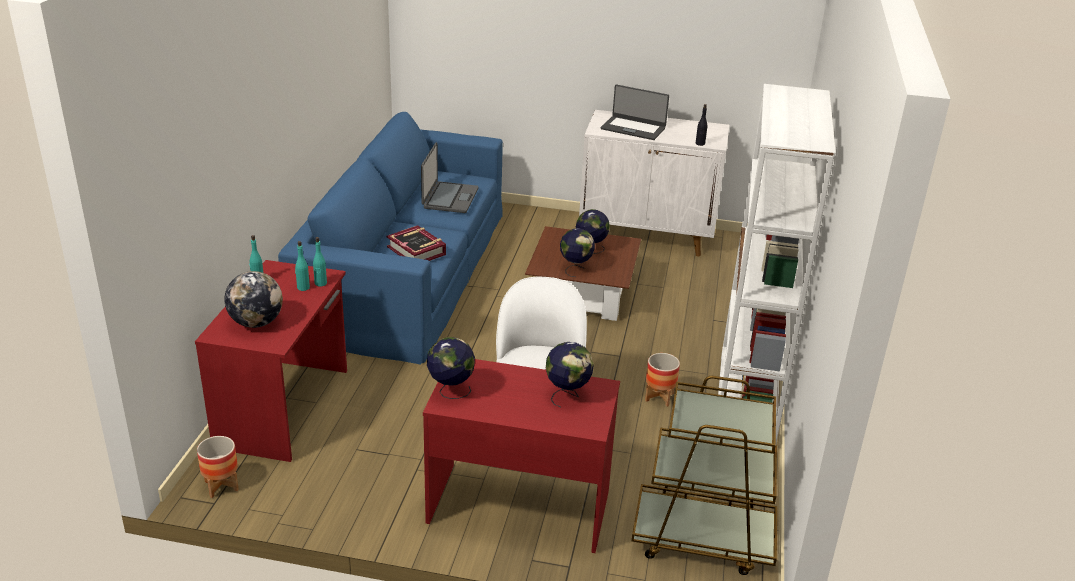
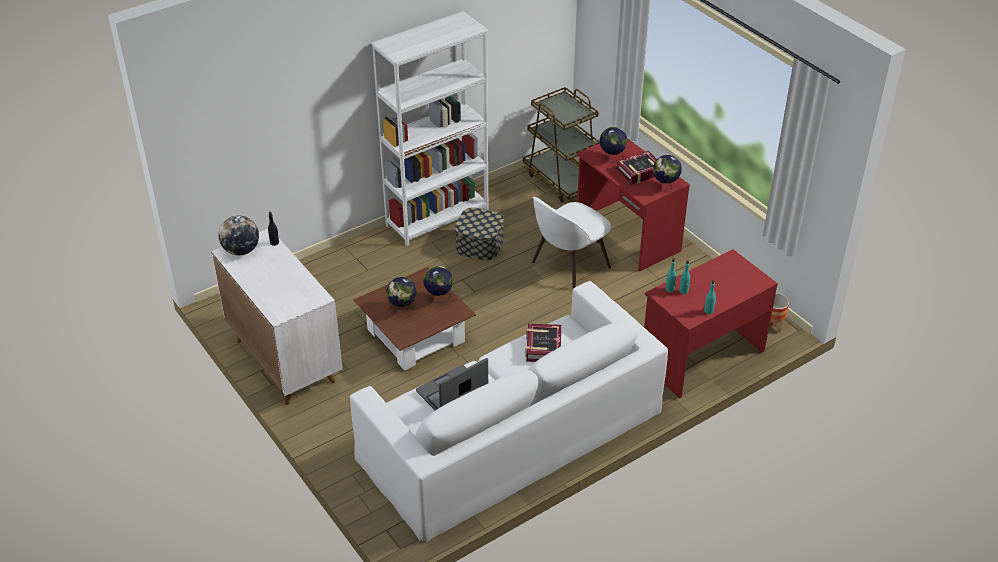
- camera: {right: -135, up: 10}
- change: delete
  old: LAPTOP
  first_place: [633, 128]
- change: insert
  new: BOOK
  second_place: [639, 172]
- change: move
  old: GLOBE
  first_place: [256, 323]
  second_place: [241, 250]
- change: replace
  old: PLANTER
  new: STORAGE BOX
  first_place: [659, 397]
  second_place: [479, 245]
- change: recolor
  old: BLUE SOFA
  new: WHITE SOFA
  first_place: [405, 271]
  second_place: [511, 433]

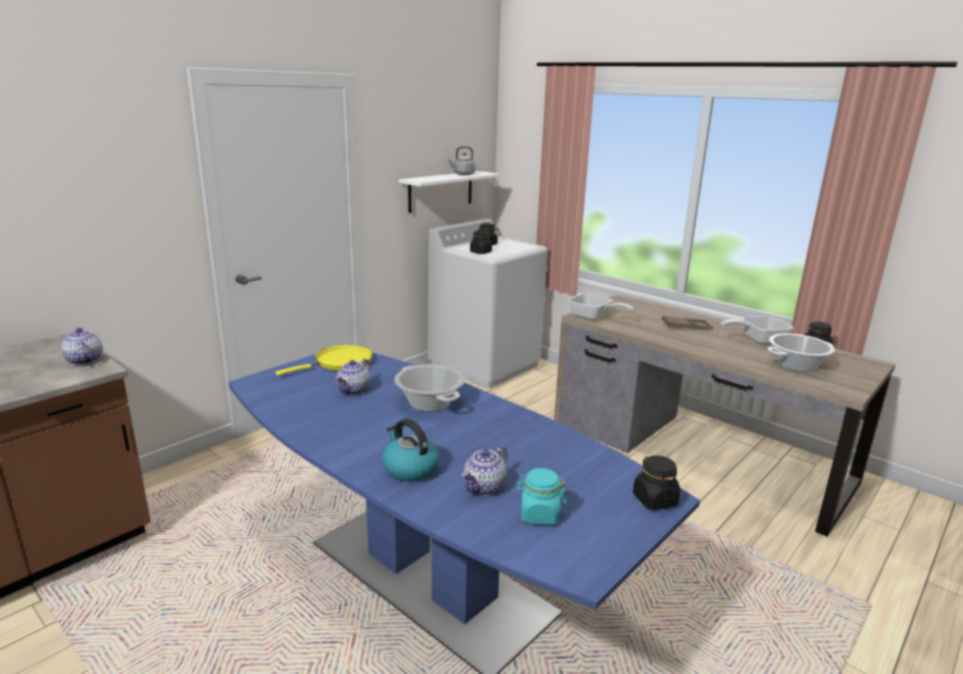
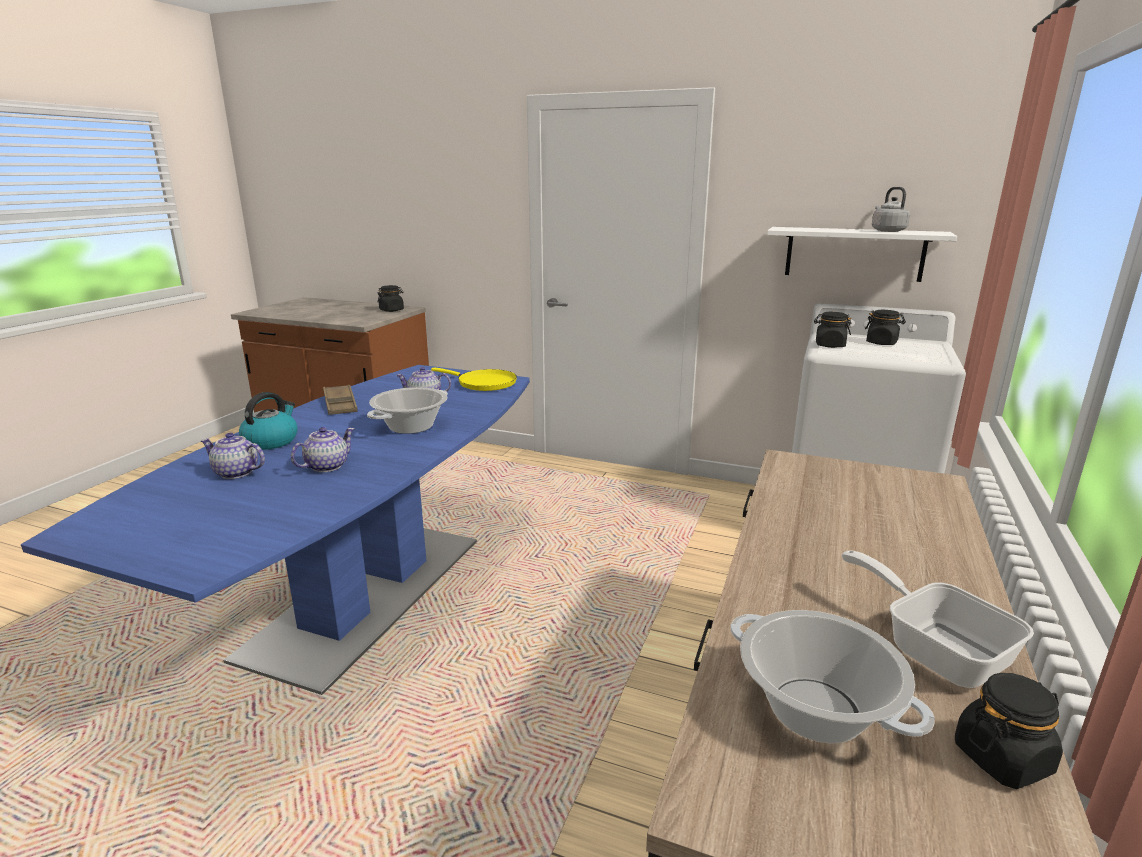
- camera: {right: 70, up: 0}
- change: delete
  old: TURQUOISE JAR
  first_place: [539, 515]
- change: delete
  old: FRYING PAN
  first_place: [594, 317]
- change: move
  old: TEAPOT
  first_place: [84, 360]
  second_place: [327, 466]
- change: move
  old: BLACK JAR
  first_place: [654, 500]
  second_place: [391, 310]
- change: move
  old: BROWN TRAY
  first_place: [686, 327]
  second_place: [340, 404]

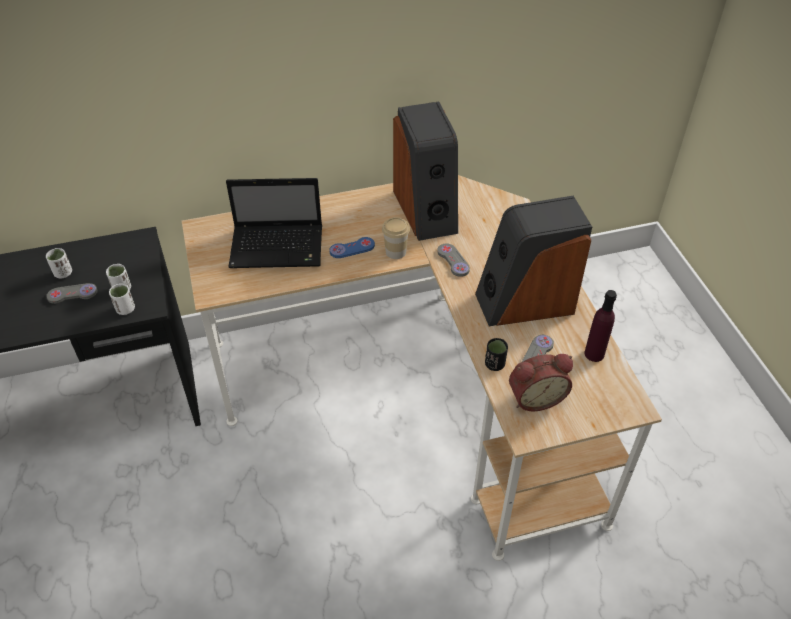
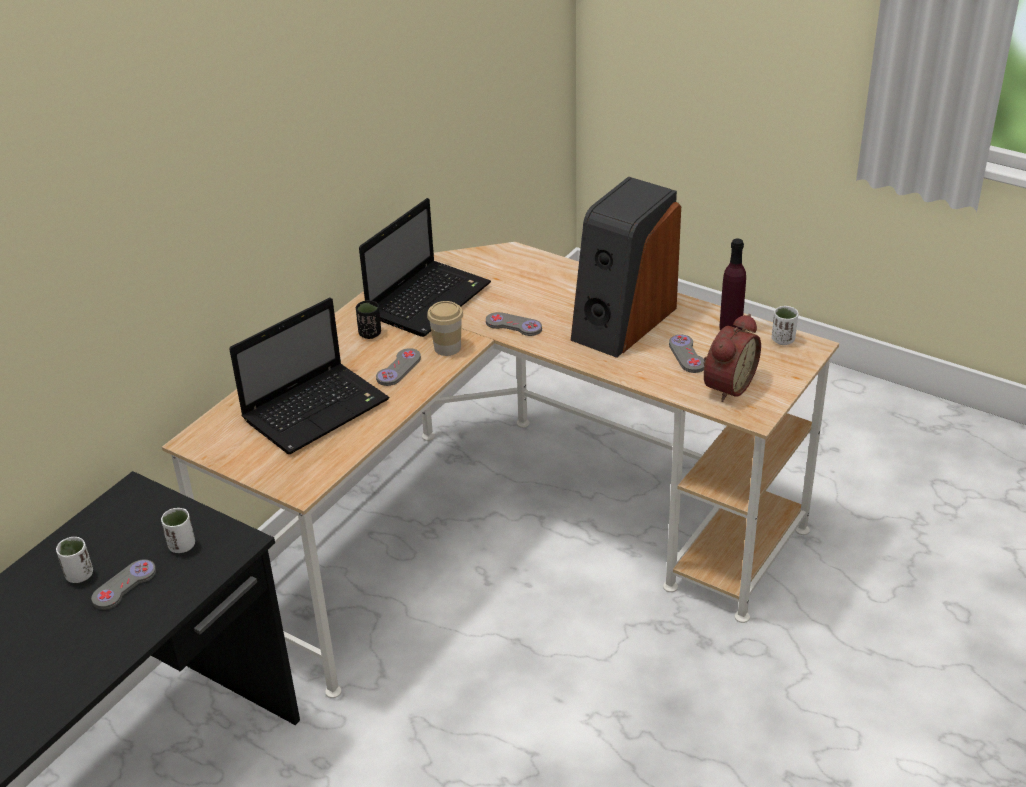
- camera: {right: -40, up: -10}
- change: move
  old: WHITE CUP
  first_place: [125, 309]
  second_place: [783, 340]
- change: move
  old: BLACK CUP
  first_place: [494, 364]
  second_place: [370, 334]
- change: replace
  old: SPEAKER
  new: LAPTOP
  first_place: [426, 210]
  second_place: [429, 299]
- change: recolor
  old: BLUE GAME CONTROLLER
  new: GREY GAME CONTROLLER
  first_place: [352, 249]
  second_place: [399, 368]

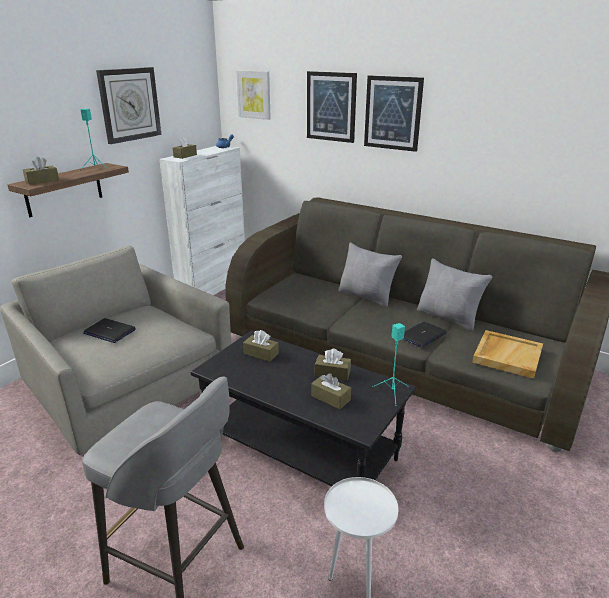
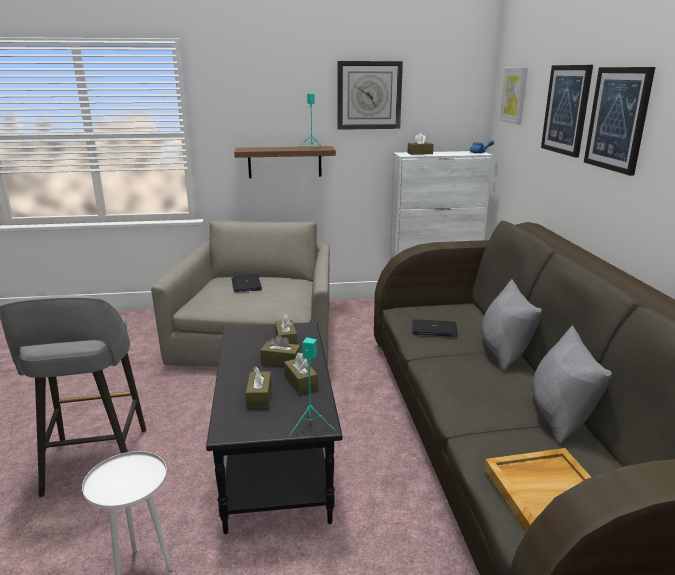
- camera: {right: 50, up: -5}
- change: move
  old: BROWN TISSUE BOX
  first_place: [42, 181]
  second_place: [281, 361]
- change: move
  old: LAPTOP
  first_place: [422, 335]
  second_place: [434, 329]

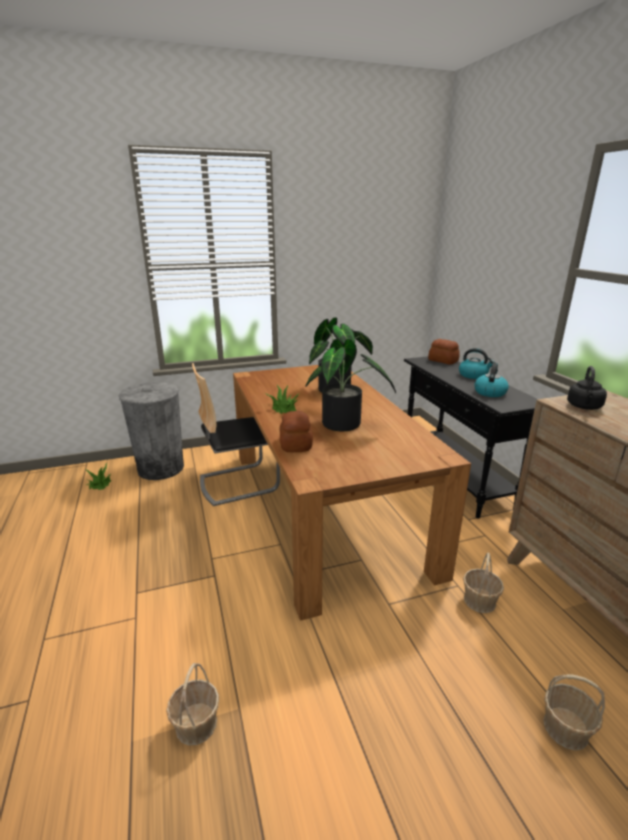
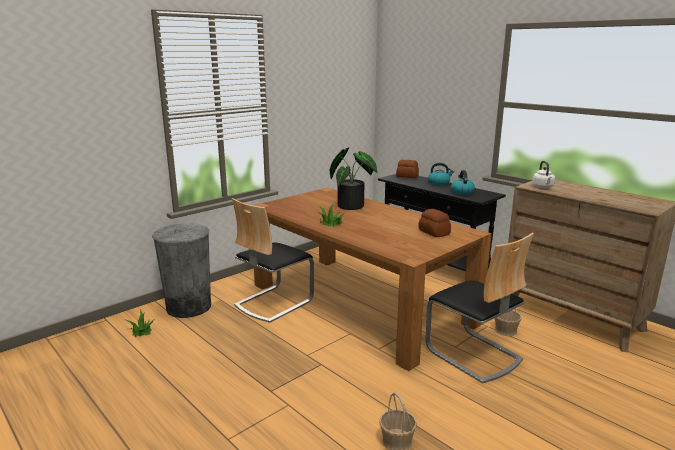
- camera: {right: -25, up: -5}
- change: delete
  old: POTTED PLANT
  first_place: [345, 425]
- change: delete
  old: BASKET
  first_place: [566, 729]
- change: insert
  new: CHAIR
  second_place: [473, 354]
- change: move
  old: BREAD
  first_place: [296, 443]
  second_place: [434, 232]
- change: recolor
  old: BLACK KETTLE
  new: WHITE KETTLE
  first_place: [584, 407]
  second_place: [543, 187]

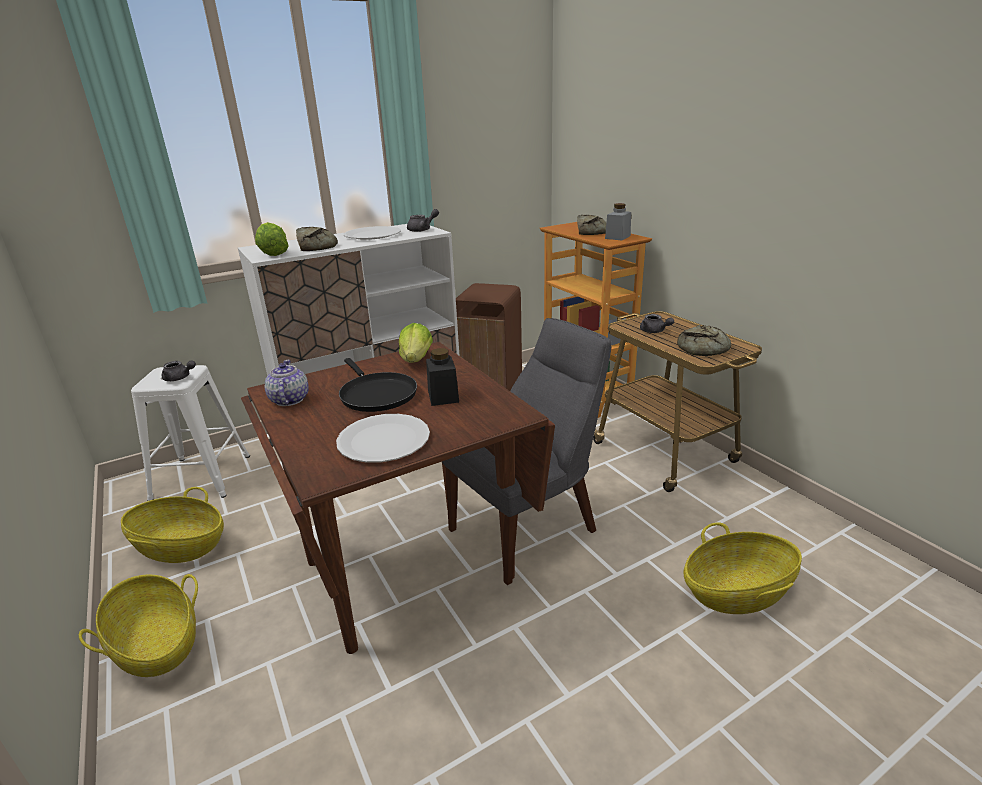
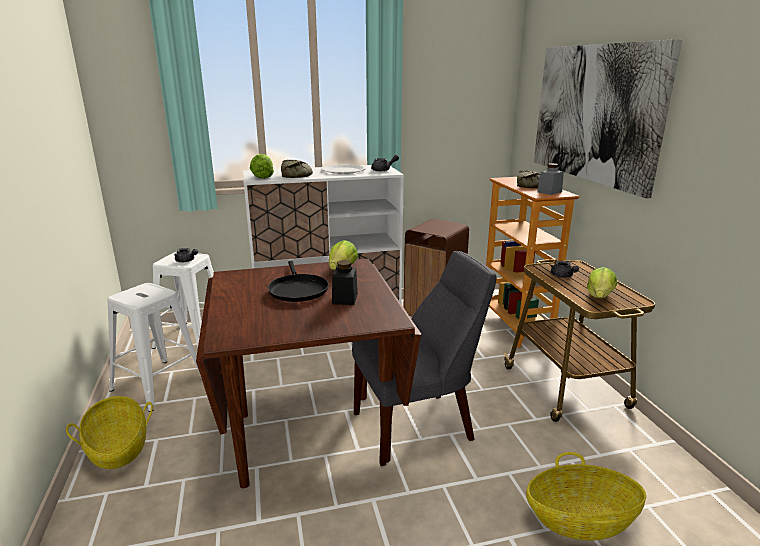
- camera: {right: 15, up: -5}
- change: delete
  old: TEAPOT
  first_place: [289, 400]
- change: delete
  old: WHITE PLATE
  first_place: [383, 440]
- change: insert
  new: PICTURE
  second_place: [594, 113]
- change: replace
  old: BASKET
  new: WHITE STOOL
  first_place: [180, 546]
  second_place: [160, 384]
- change: replace
  old: BREAD
  new: LETTUCE
  first_place: [704, 349]
  second_place: [599, 297]

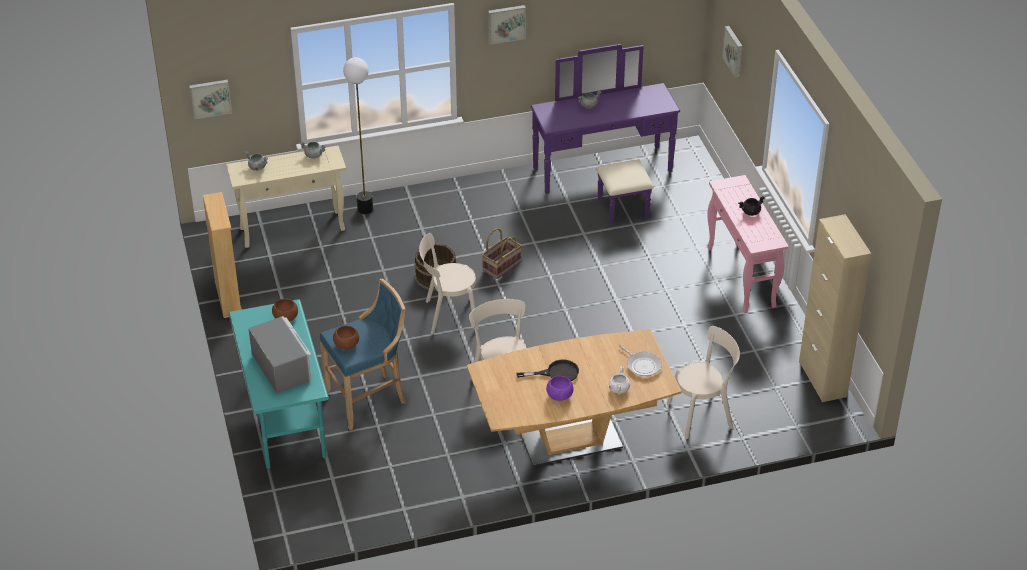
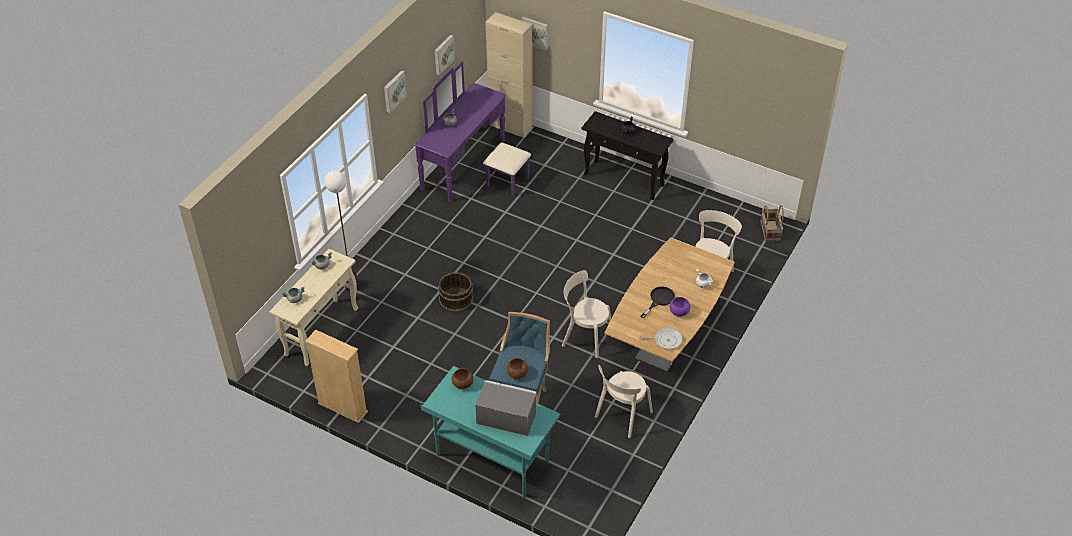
- camera: {right: -45, up: 5}
- change: move
  old: PICTURE
  first_place: [210, 98]
  second_place: [443, 54]
- change: move
  old: BEIGE CHAIR
  first_place: [448, 315]
  second_place: [622, 416]
- change: move
  old: BASKET
  first_place: [501, 266]
  second_place: [769, 231]
- change: move
  old: FRYING PAN
  first_place: [642, 365]
  second_place: [666, 340]
- change: move
  old: BEIGE CABINET
  first_place: [822, 379]
  second_place: [510, 126]
- change: recolor
  old: PINK CONSOLE TABLE
  new: BLACK CONSOLE TABLE
  first_place: [741, 277]
  second_place: [624, 180]

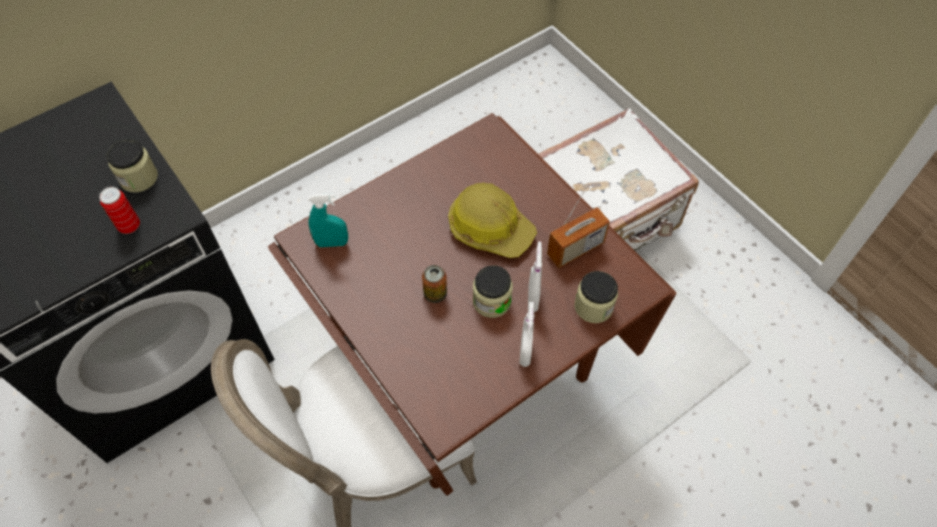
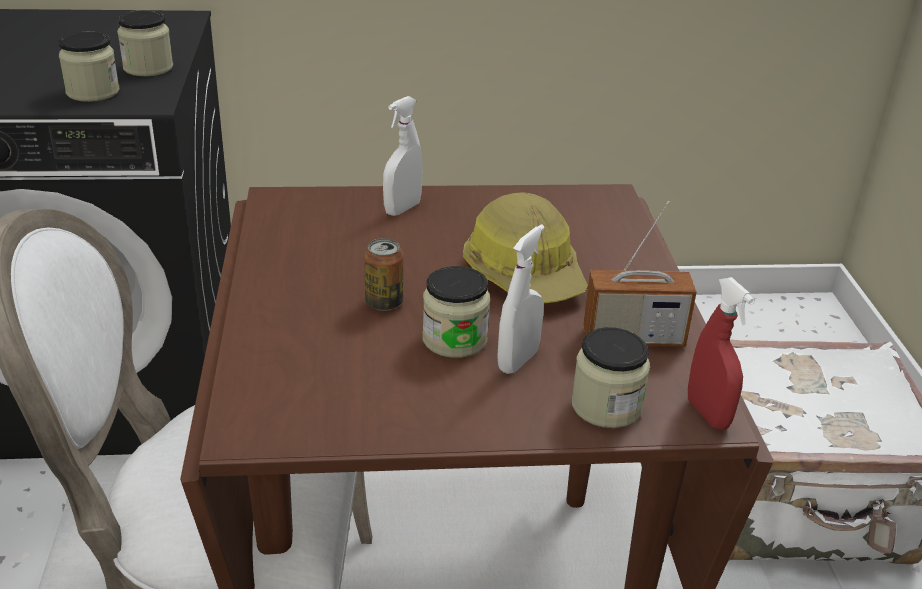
- camera: {right: 30, up: -25}
- change: delete
  old: TURQUOISE SPRAY BOTTLE
  first_place: [332, 243]
- change: insert
  new: RED SPRAY BOTTLE
  second_place: [708, 414]
- change: move
  old: WHITE SPRAY BOTTLE
  first_place: [525, 352]
  second_place: [402, 209]
- change: replace
  old: CAN
  new: JAR
  first_place: [129, 226]
  second_place: [93, 92]

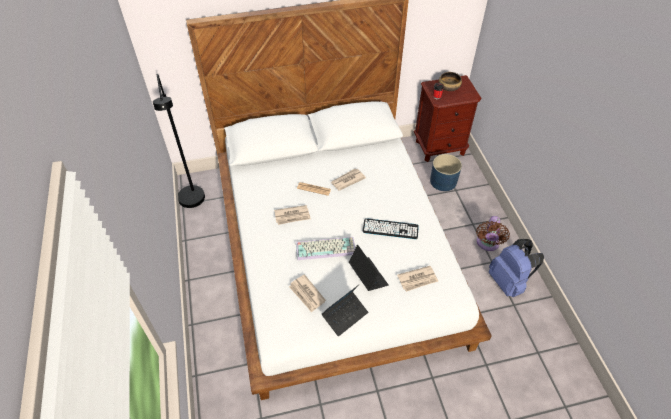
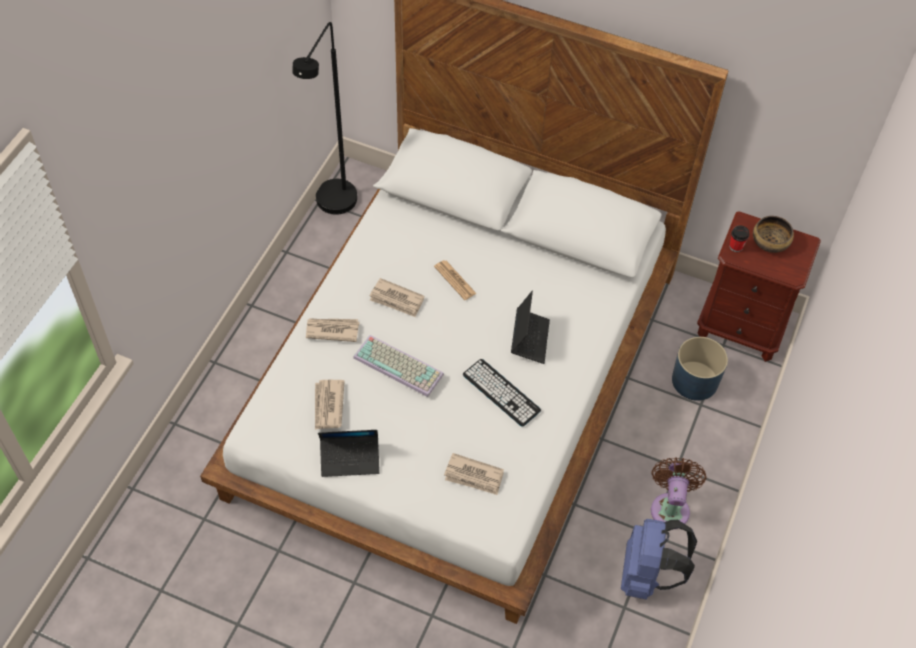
- camera: {right: 35, up: 5}
- change: move
  old: NEWSPAPER
  first_place: [347, 180]
  second_place: [332, 330]
- change: move
  old: LAPTOP
  first_place: [368, 276]
  second_place: [529, 339]
- change: rotate
  old: BROWN FAN
  first_place: [487, 244]
  second_place: [670, 507]
  degrees: 135

